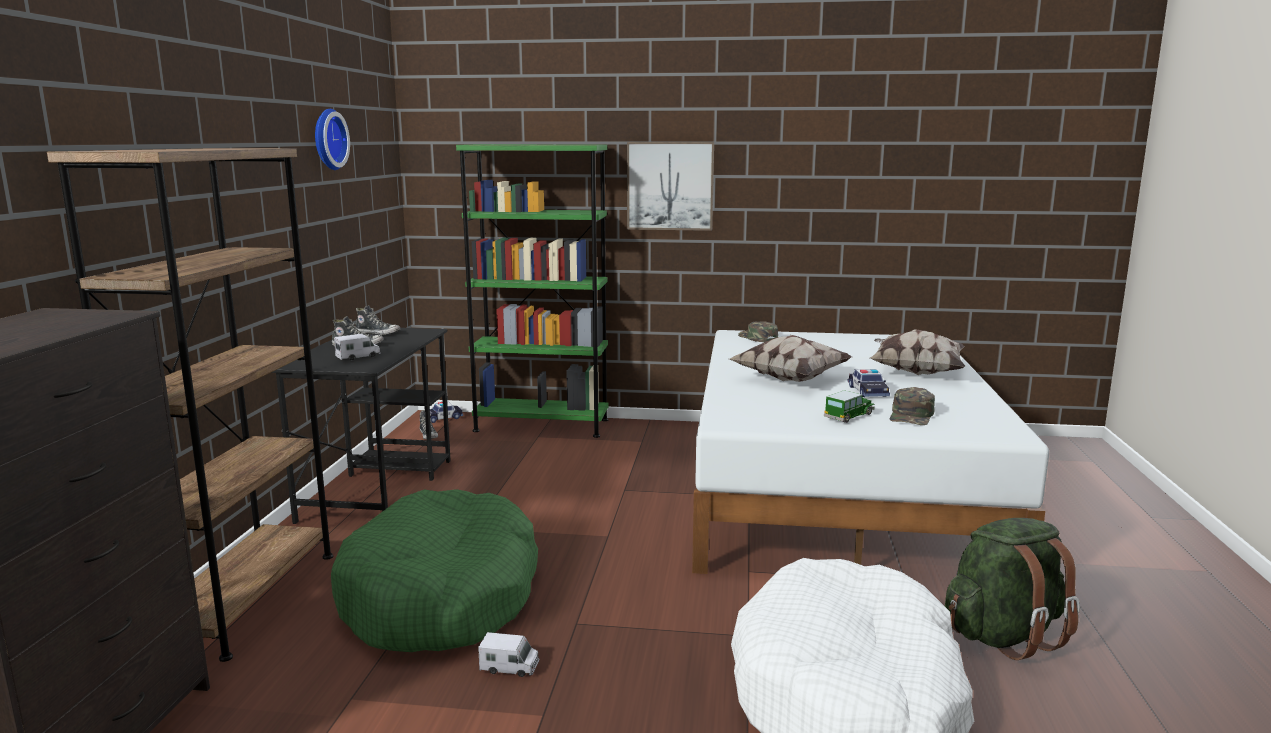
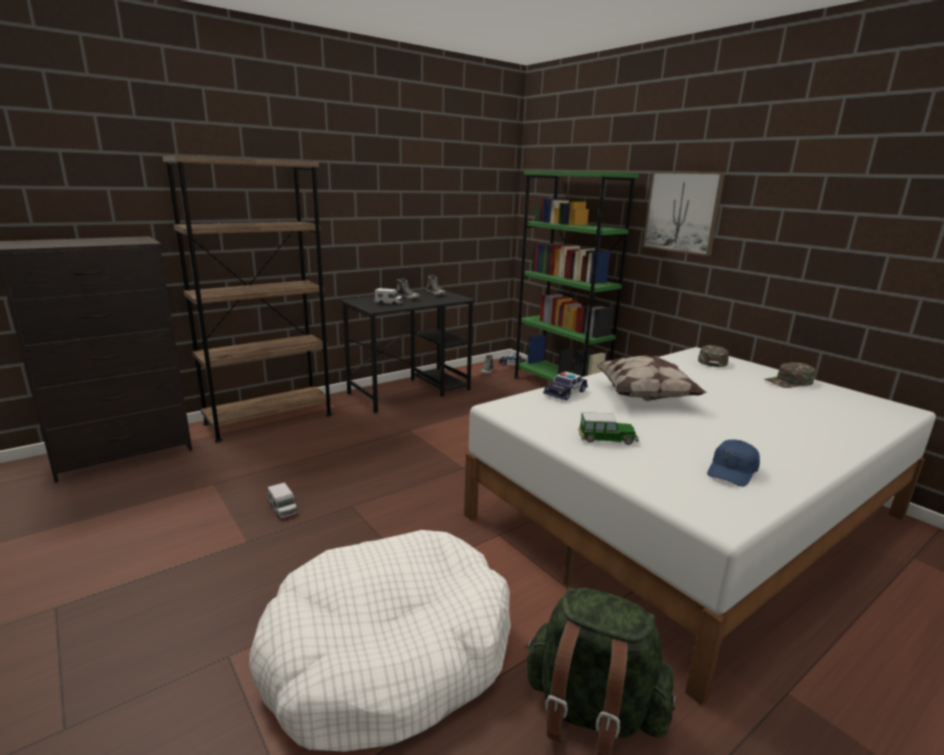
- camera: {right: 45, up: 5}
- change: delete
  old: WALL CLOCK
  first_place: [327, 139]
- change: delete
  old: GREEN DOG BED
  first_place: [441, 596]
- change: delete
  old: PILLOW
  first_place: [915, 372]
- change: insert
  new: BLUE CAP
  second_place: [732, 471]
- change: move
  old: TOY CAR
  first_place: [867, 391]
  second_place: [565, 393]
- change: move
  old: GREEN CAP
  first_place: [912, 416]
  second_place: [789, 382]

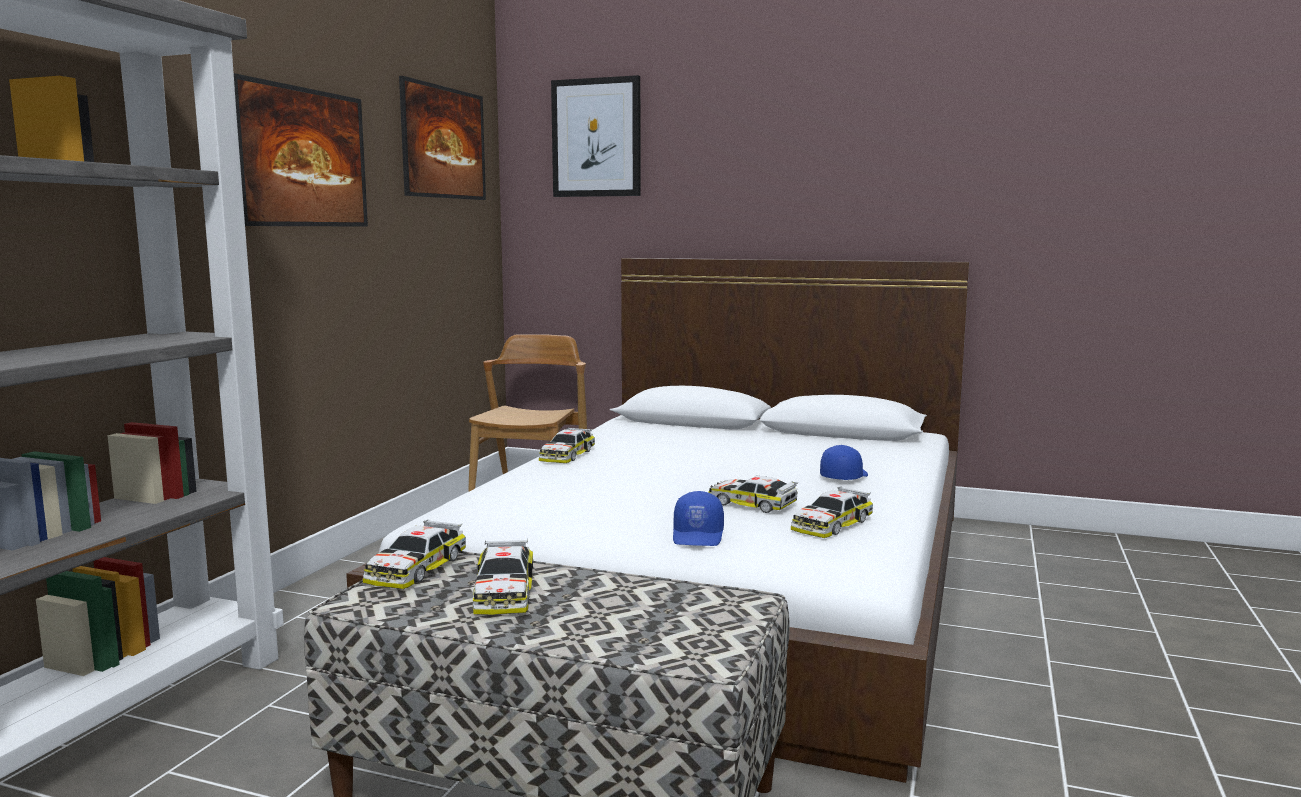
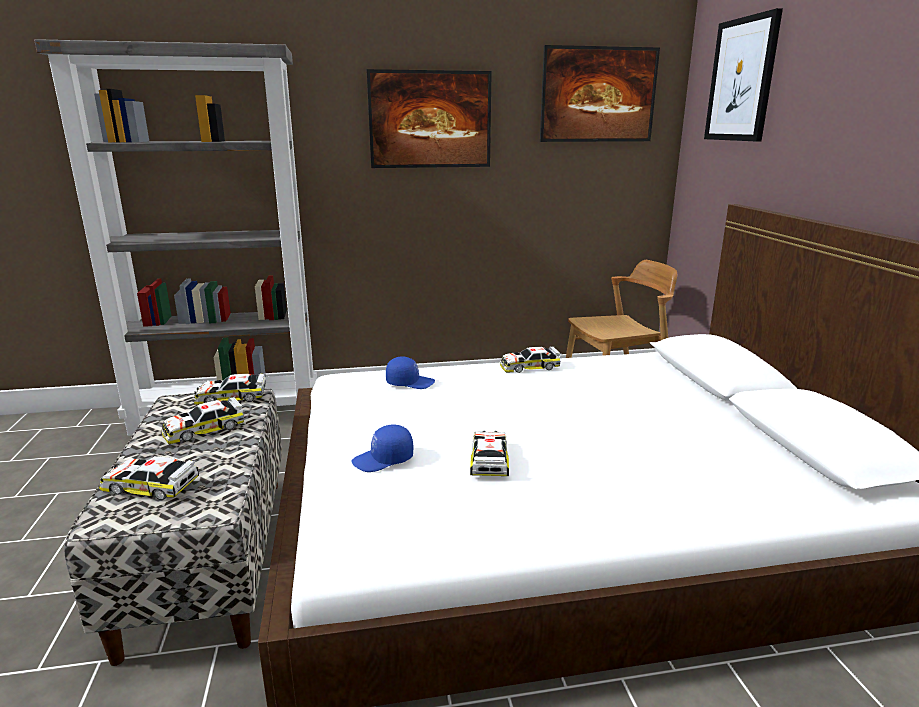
- camera: {right: 60, up: 10}
- change: move
  old: TOY CAR
  first_place: [831, 524]
  second_place: [150, 486]
- change: move
  old: BLUE CAP
  first_place: [843, 476]
  second_place: [410, 382]

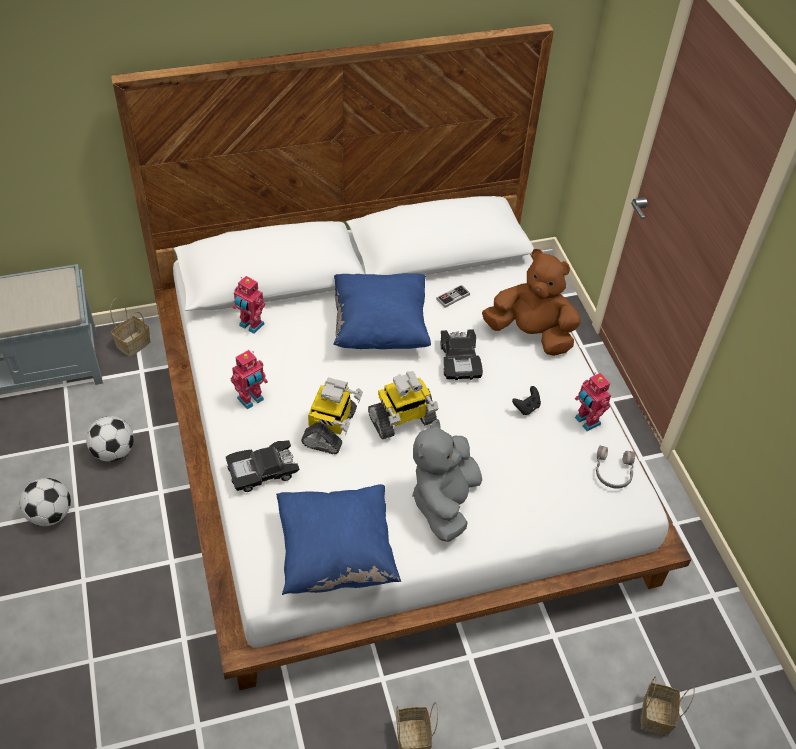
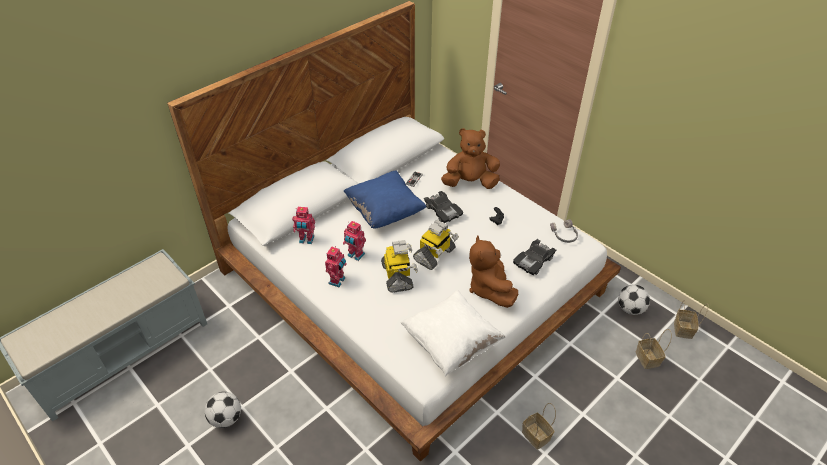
- camera: {right: -25, up: -5}
- change: move
  old: FOOTBALL
  first_place: [113, 452]
  second_place: [630, 309]
- change: move
  old: BASKET
  first_place: [133, 345]
  second_place: [683, 330]
- change: move
  old: BLACK TOY CAR
  first_place: [262, 471]
  second_place: [534, 261]
- change: move
  old: TOY ROBOT
  first_place: [586, 421]
  second_place: [355, 255]
- change: recolor
  old: BLUE PILLOW
  new: WHITE PILLOW
  first_place: [336, 554]
  second_place: [451, 343]
- change: recolor
  old: GREY PLUSH TOY
  new: BROWN PLUSH TOY
  first_place: [444, 502]
  second_place: [489, 288]

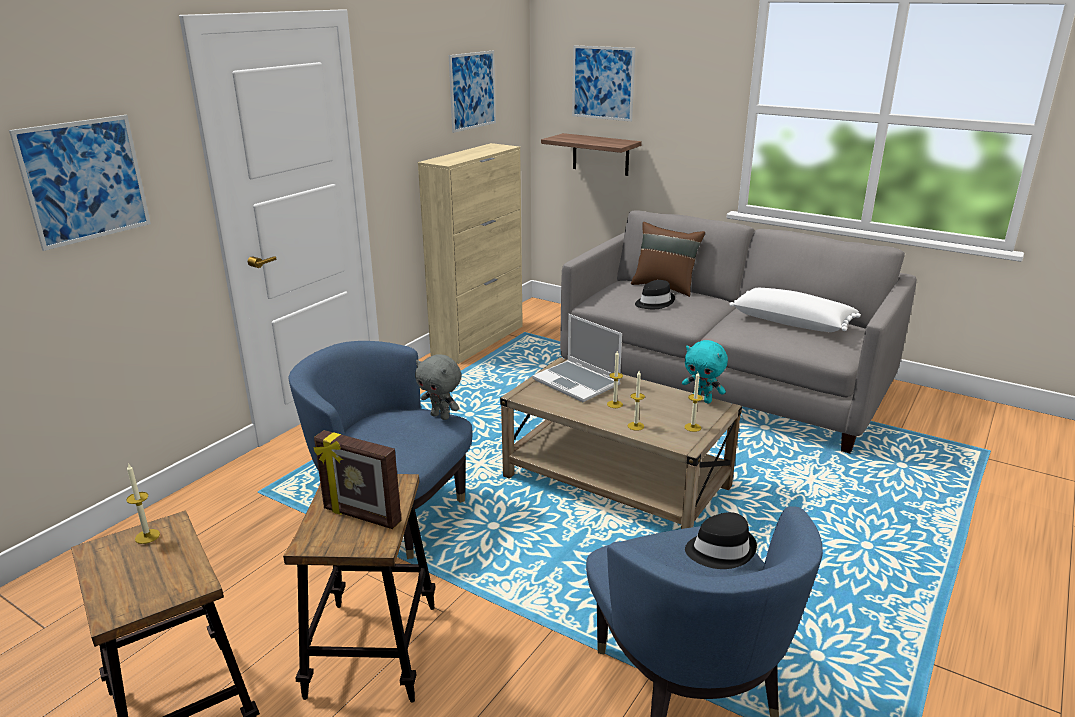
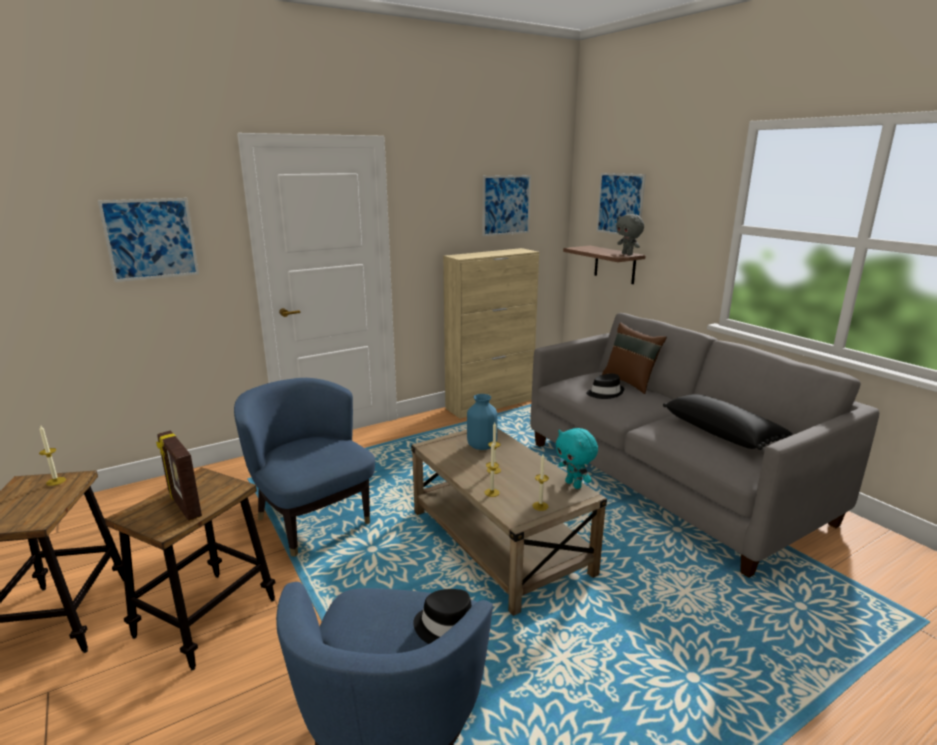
- camera: {right: 25, up: -5}
- change: move
  old: GREY PLUSH TOY
  first_place: [441, 416]
  second_place: [627, 254]
- change: replace
  old: LAPTOP
  new: BLUE VASE
  first_place: [578, 382]
  second_place: [482, 446]
- change: recolor
  old: WHITE PILLOW
  new: BLACK PILLOW
  first_place: [792, 322]
  second_place: [722, 433]

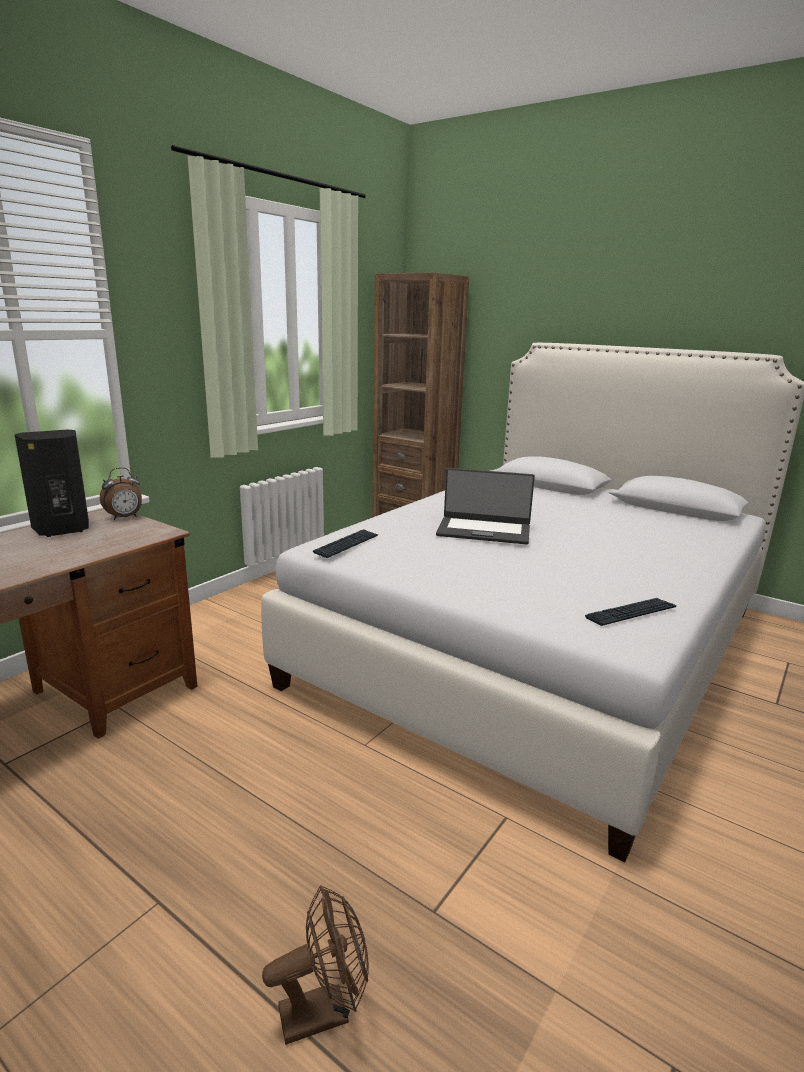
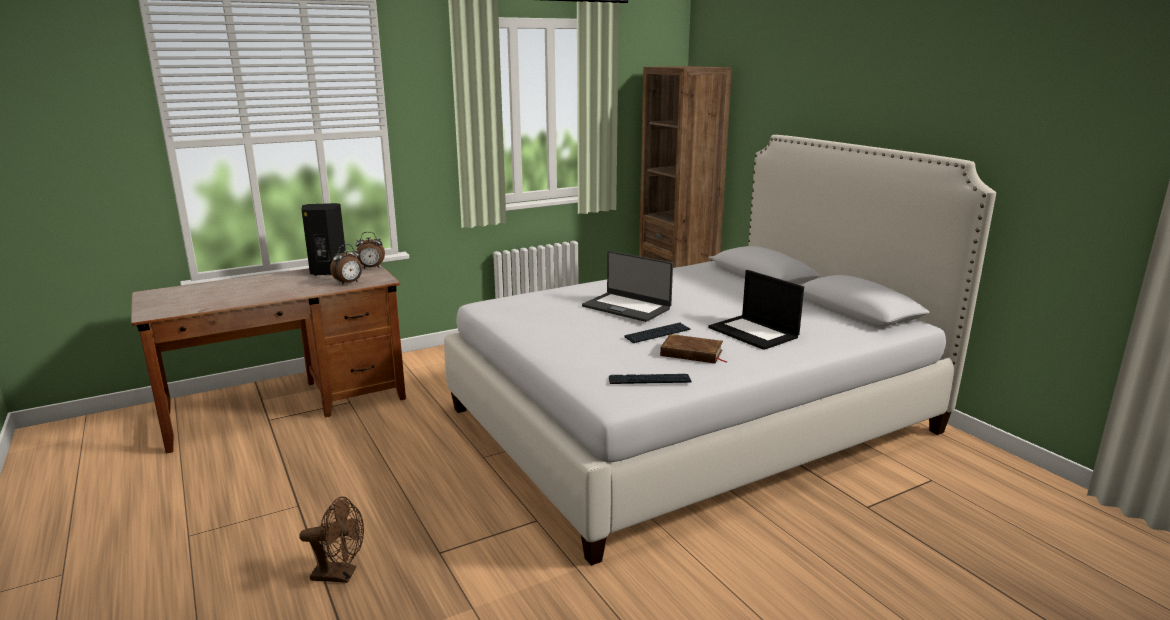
- camera: {right: 25, up: 0}
- change: insert
  new: ALARM CLOCK
  second_place: [349, 283]
- change: insert
  new: BROWN BOOK
  second_place: [691, 353]
- change: insert
  new: LAPTOP
  second_place: [754, 332]
- change: move
  old: KEYBOARD
  first_place: [347, 544]
  second_place: [657, 334]

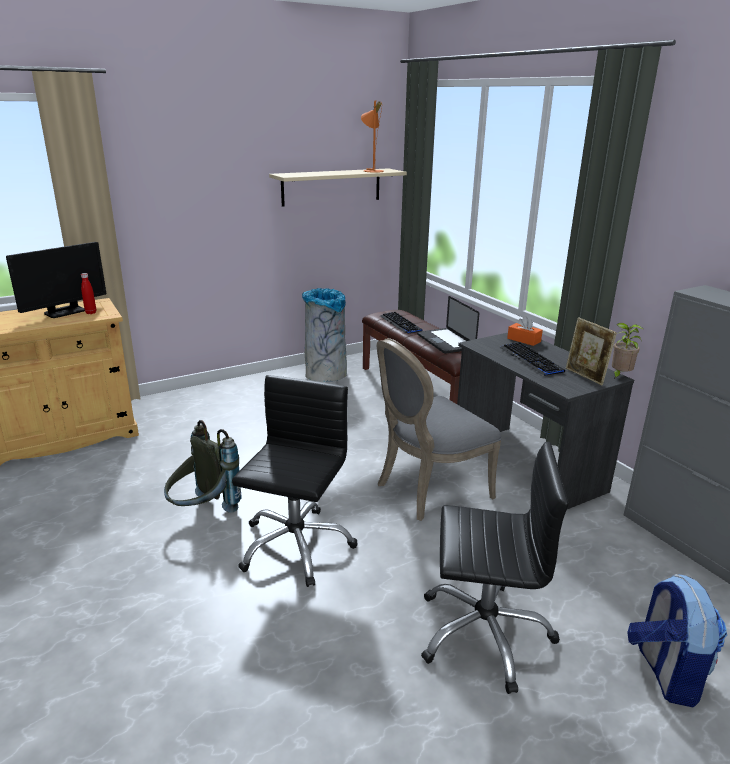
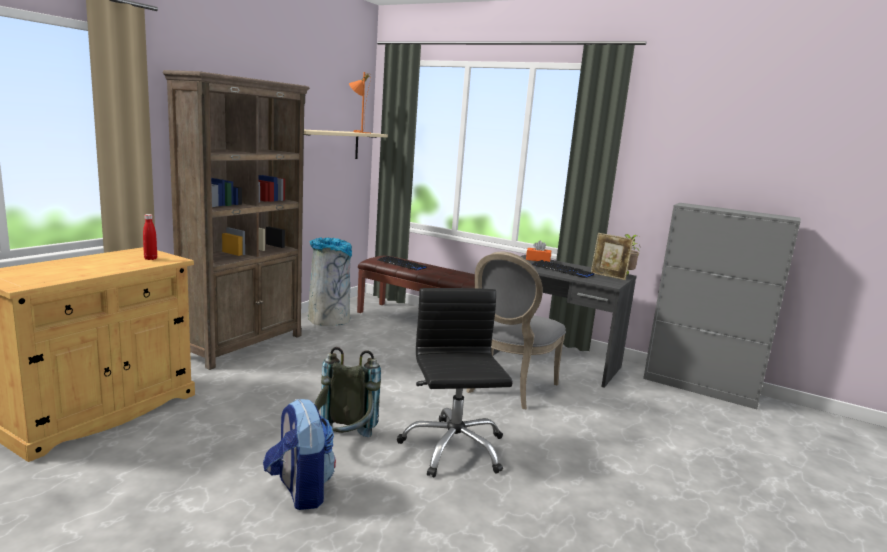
- camera: {right: -30, up: -10}
- change: delete
  old: MONITOR
  first_place: [65, 312]
- change: delete
  old: LAPTOP
  first_place: [445, 342]
- change: delete
  old: BLACK OFFICE CHAIR
  first_place: [484, 632]
- change: insert
  new: BROWN BOOKCASE
  second_place: [244, 345]
- change: move
  old: BACKPACK
  first_place: [665, 672]
  second_place: [300, 490]

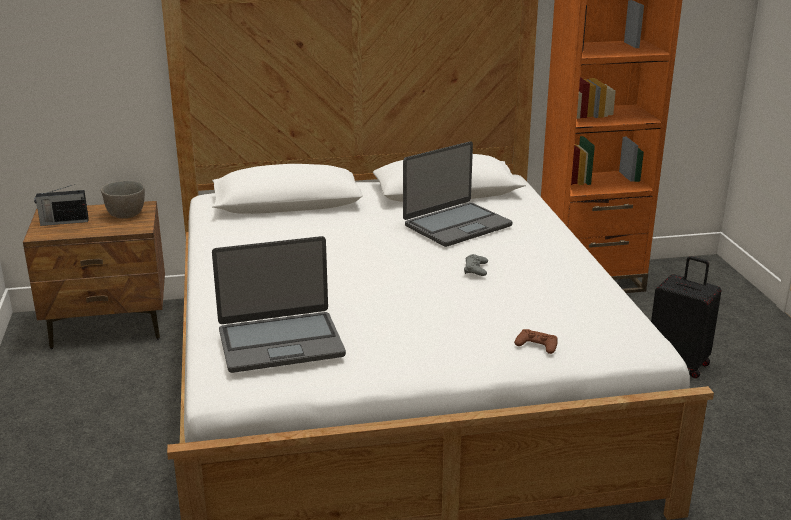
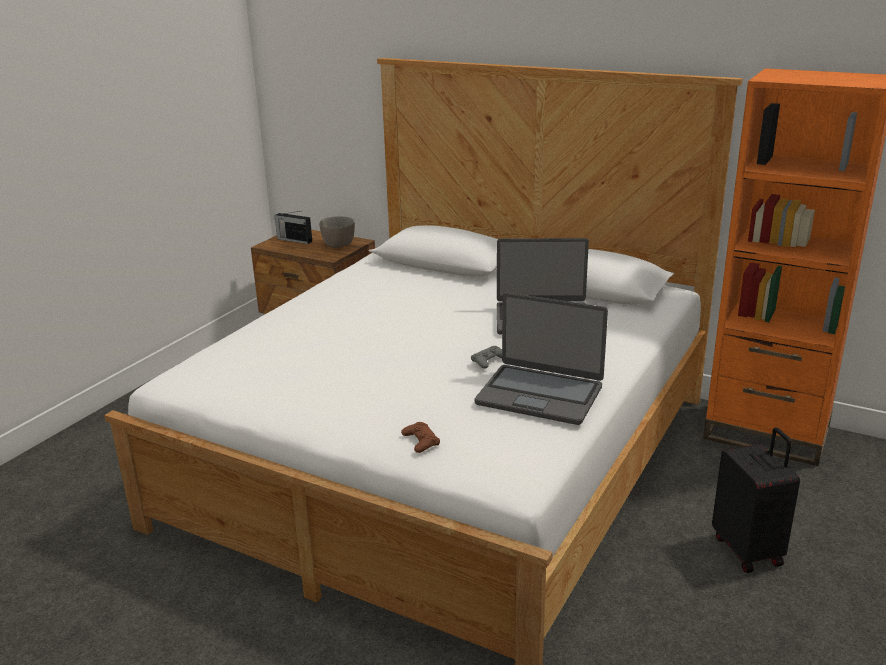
- camera: {right: 40, up: 0}
- change: move
  old: LAPTOP
  first_place: [280, 342]
  second_place: [540, 395]

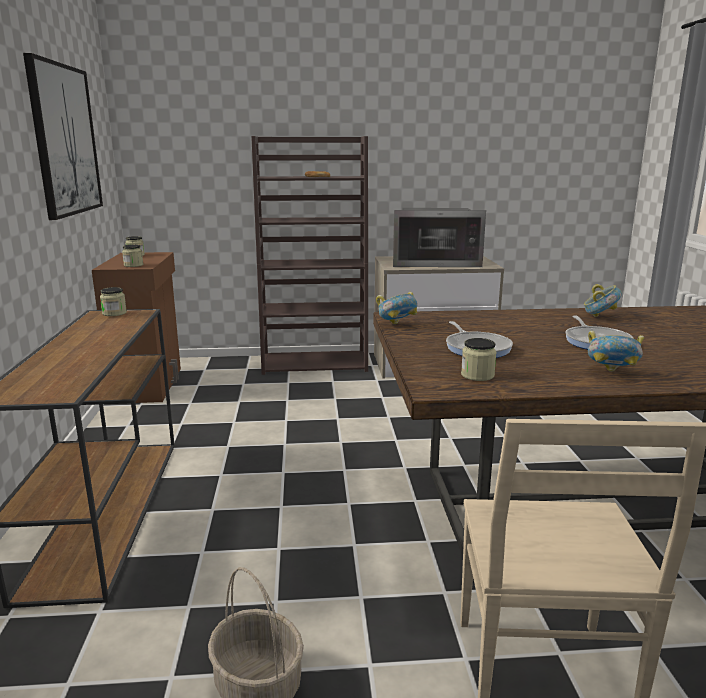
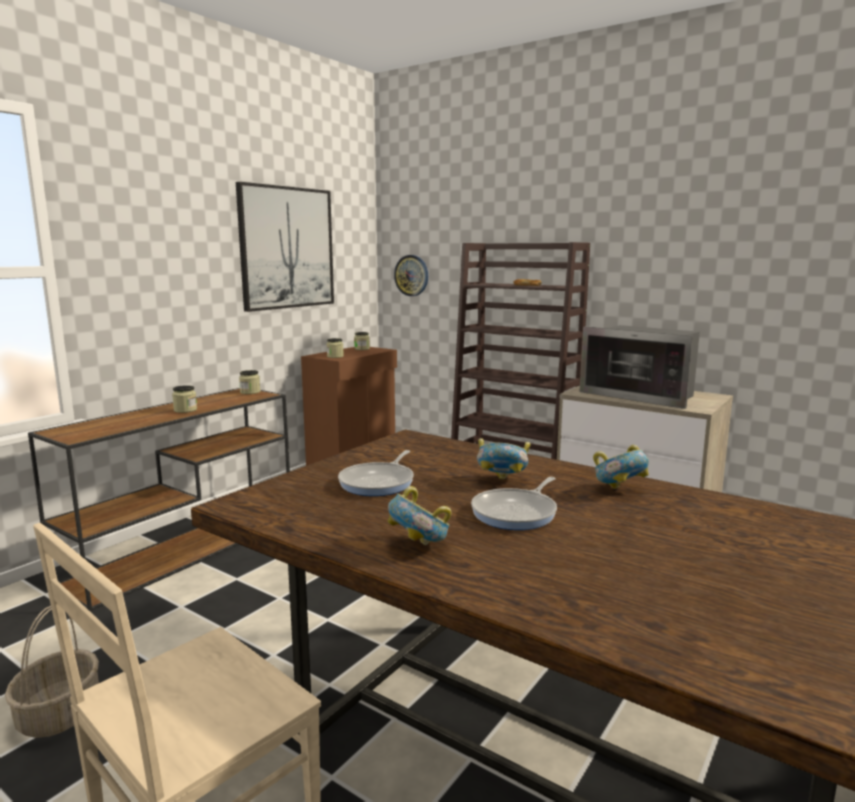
- camera: {right: 40, up: -5}
- change: insert
  new: WALL CLOCK
  second_place: [411, 275]
- change: move
  old: BOWL
  first_place: [397, 325]
  second_place: [502, 481]
- change: move
  old: JAR
  first_place: [477, 375]
  second_place: [185, 410]

